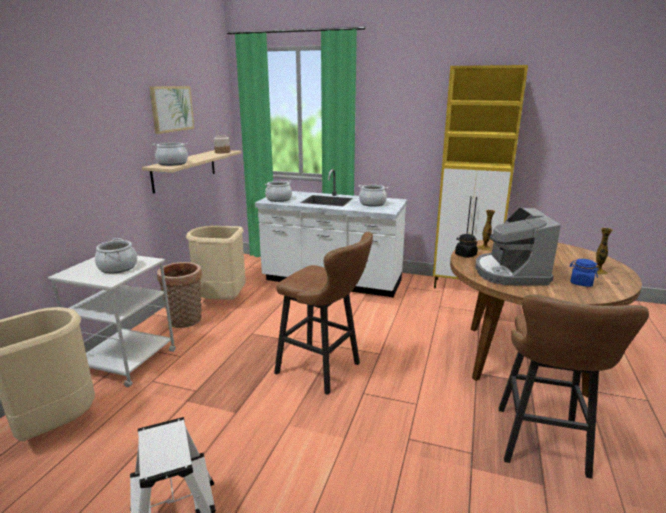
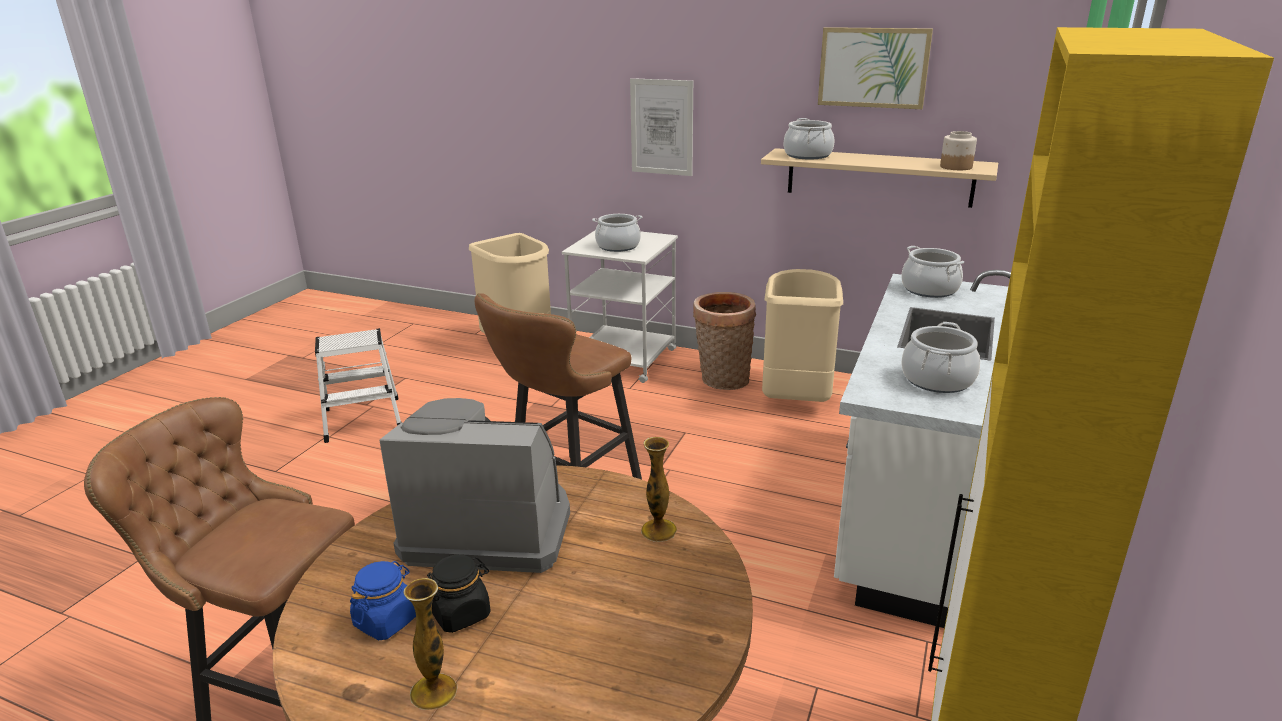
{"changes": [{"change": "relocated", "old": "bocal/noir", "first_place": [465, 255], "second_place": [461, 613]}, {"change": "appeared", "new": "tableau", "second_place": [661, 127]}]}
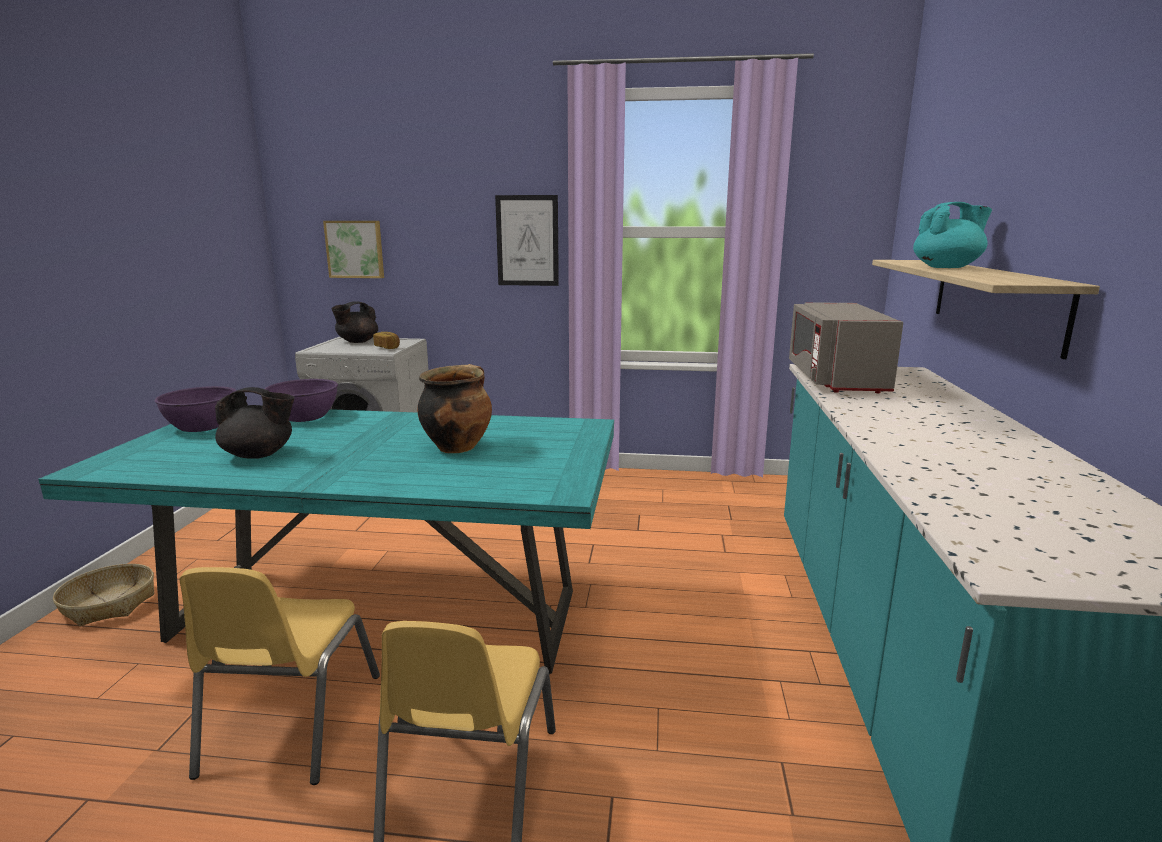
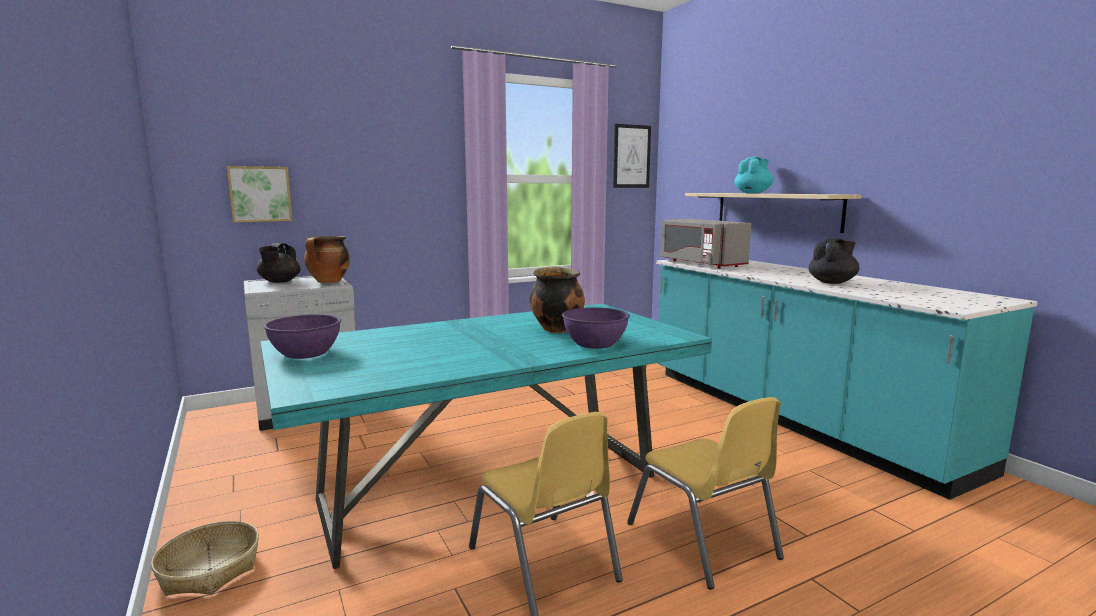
{"changes": [{"change": "relocated", "old": "tableau", "first_place": [527, 241], "second_place": [631, 156]}, {"change": "exchanged", "old": "pain", "new": "marmite", "first_place": [387, 347], "second_place": [328, 282]}, {"change": "relocated", "old": "bol/violet", "first_place": [305, 416], "second_place": [595, 343]}, {"change": "relocated", "old": "théière/noir", "first_place": [259, 455], "second_place": [832, 282]}]}
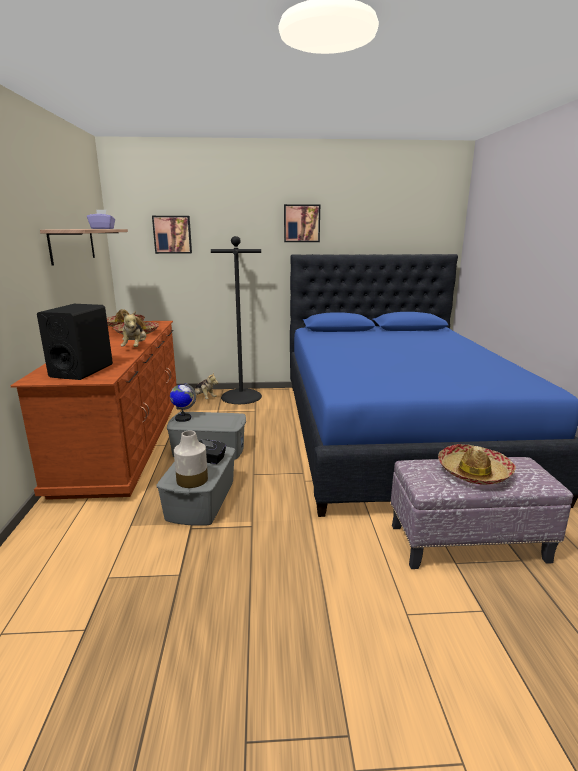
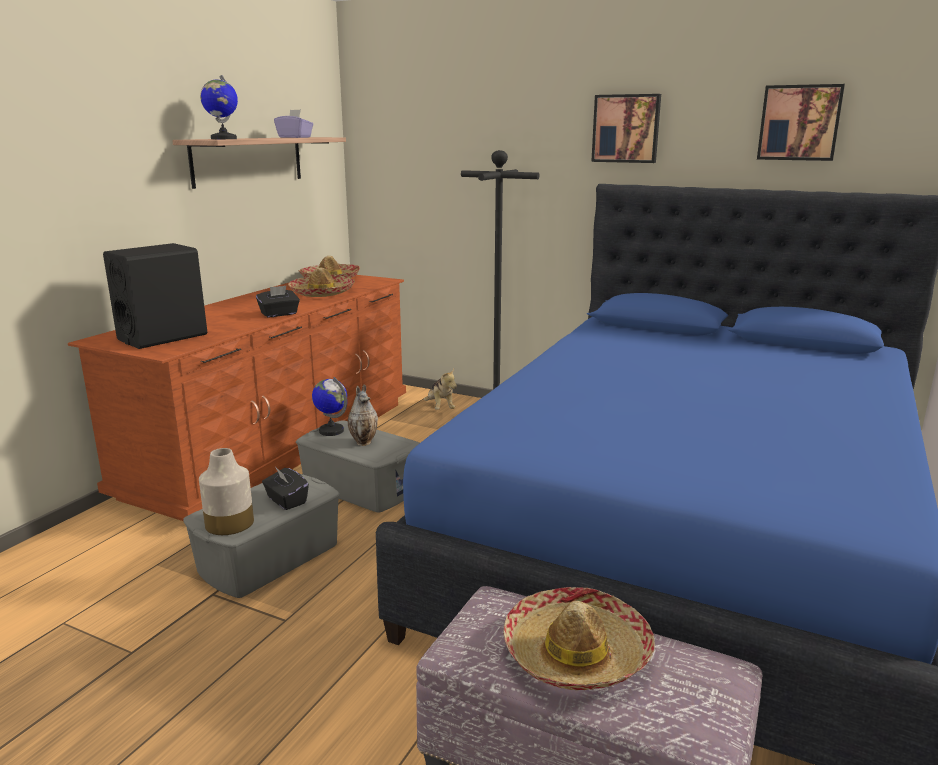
{"changes": [{"change": "relocated", "old": "tableau", "first_place": [172, 234], "second_place": [799, 123]}, {"change": "exchanged", "old": "peluche", "new": "boîte à mouchoirs/noir", "first_place": [135, 347], "second_place": [279, 314]}, {"change": "appeared", "new": "globe", "second_place": [223, 139]}, {"change": "appeared", "new": "vase", "second_place": [364, 442]}]}
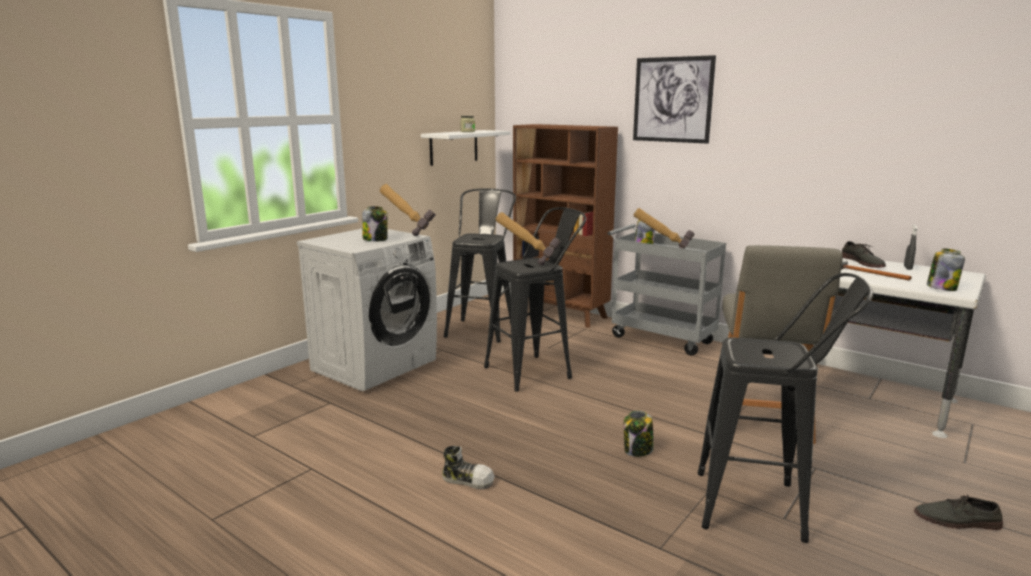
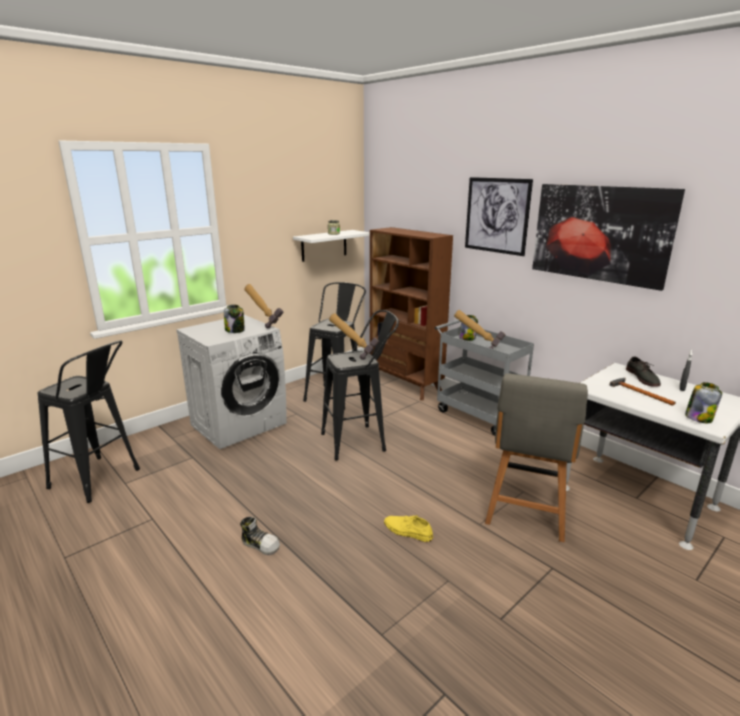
{"changes": [{"change": "relocated", "old": "tabouret/noir", "first_place": [764, 508], "second_place": [101, 481]}, {"change": "exchanged", "old": "bocal", "new": "chaussure/jaune", "first_place": [638, 450], "second_place": [407, 531]}, {"change": "missing", "old": "chaussure/gris", "first_place": [957, 521]}, {"change": "appeared", "new": "tableau", "second_place": [600, 233]}]}
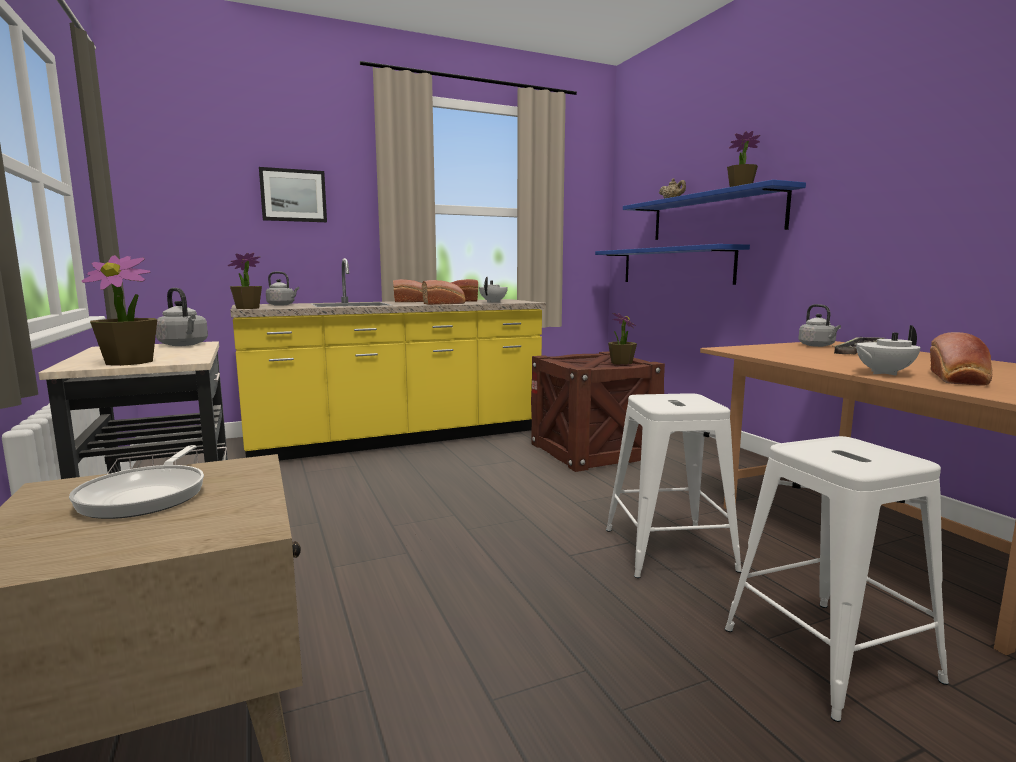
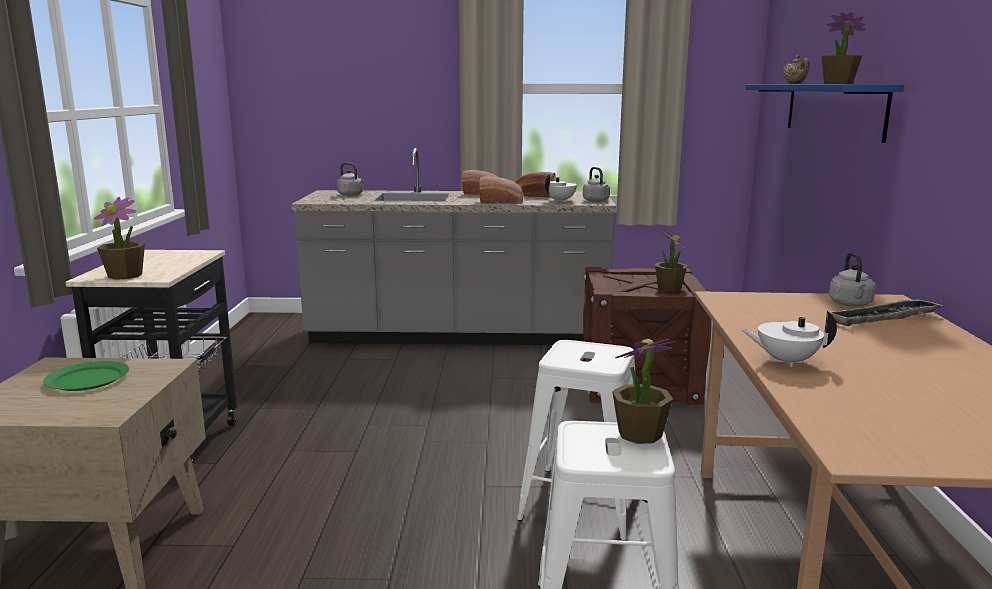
{"changes": [{"change": "missing", "old": "tableau", "first_place": [293, 195]}, {"change": "missing", "old": "étagère/bleu", "first_place": [675, 265]}, {"change": "relocated", "old": "plante en pot", "first_place": [247, 308], "second_place": [639, 434]}, {"change": "colour", "old": "comptoir de cuisine/jaune", "new": "comptoir de cuisine/gris", "first_place": [398, 438], "second_place": [458, 335]}, {"change": "relocated", "old": "bouilloire/gris", "first_place": [184, 345], "second_place": [596, 201]}, {"change": "missing", "old": "pain", "first_place": [958, 379]}, {"change": "exchanged", "old": "poêle", "new": "assiette/vert", "first_place": [147, 495], "second_place": [88, 379]}]}
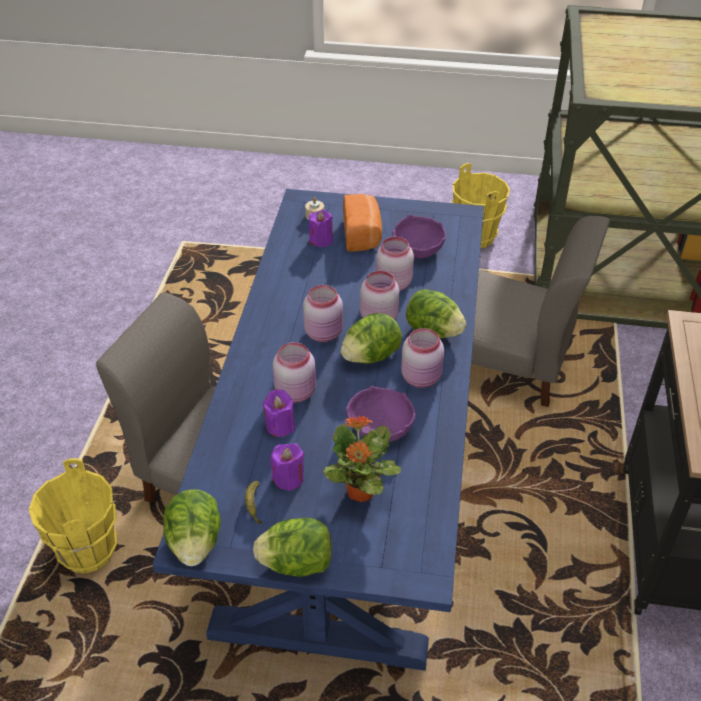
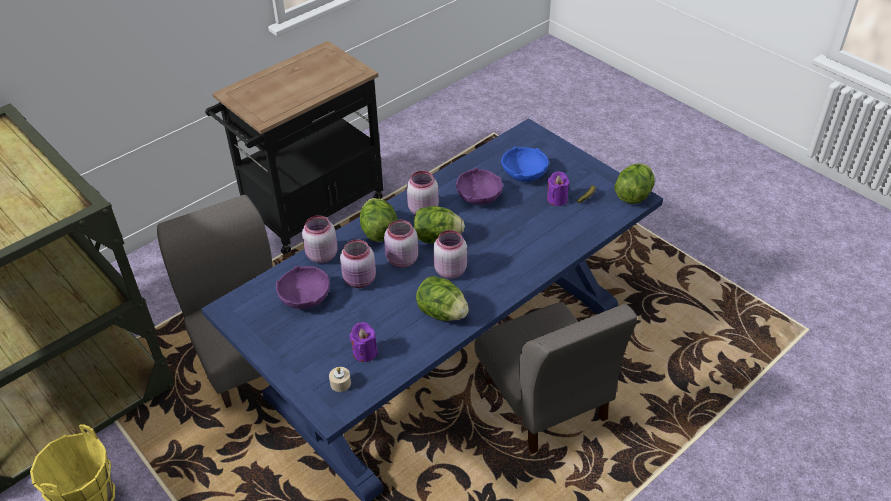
{"changes": [{"change": "missing", "old": "pain", "first_place": [362, 235]}, {"change": "relocated", "old": "bocal/rose", "first_place": [296, 391], "second_place": [321, 255]}, {"change": "missing", "old": "bougie/violet", "first_place": [280, 426]}, {"change": "exchanged", "old": "plante en pot", "new": "bol/bleu", "first_place": [360, 492], "second_place": [524, 174]}, {"change": "missing", "old": "seau/jaune", "first_place": [87, 551]}, {"change": "relocated", "old": "laitue", "first_place": [297, 563], "second_place": [442, 313]}]}
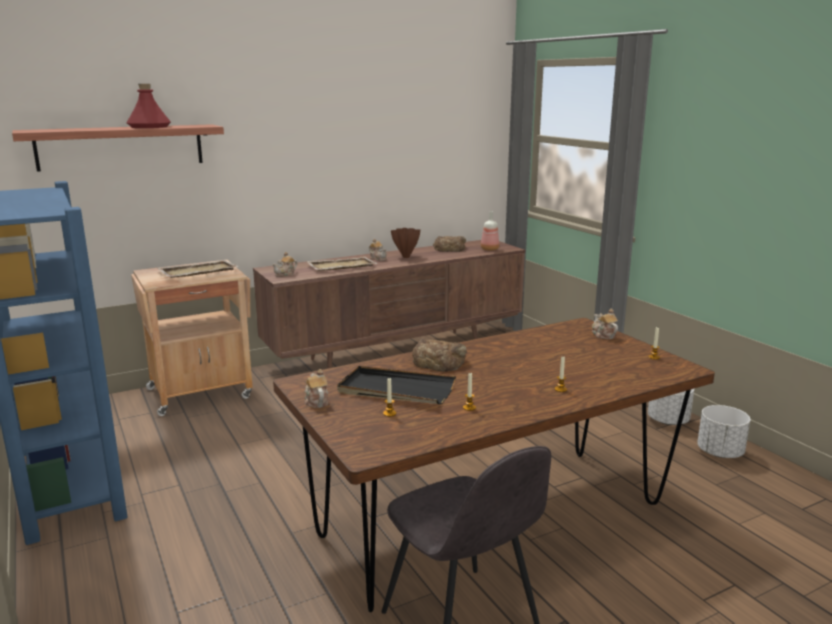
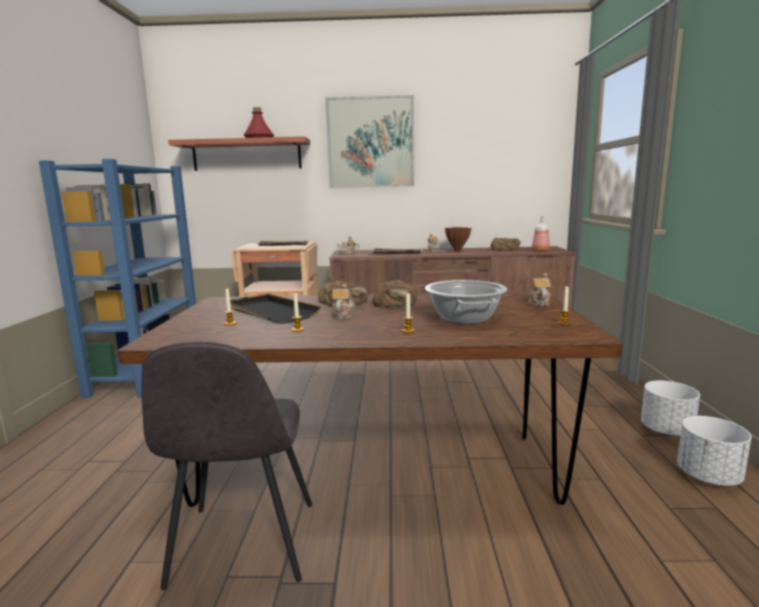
{"changes": [{"change": "relocated", "old": "théière", "first_place": [316, 401], "second_place": [343, 315]}, {"change": "appeared", "new": "tableau", "second_place": [370, 143]}, {"change": "appeared", "new": "pain", "second_place": [396, 302]}, {"change": "appeared", "new": "marmite", "second_place": [464, 318]}]}
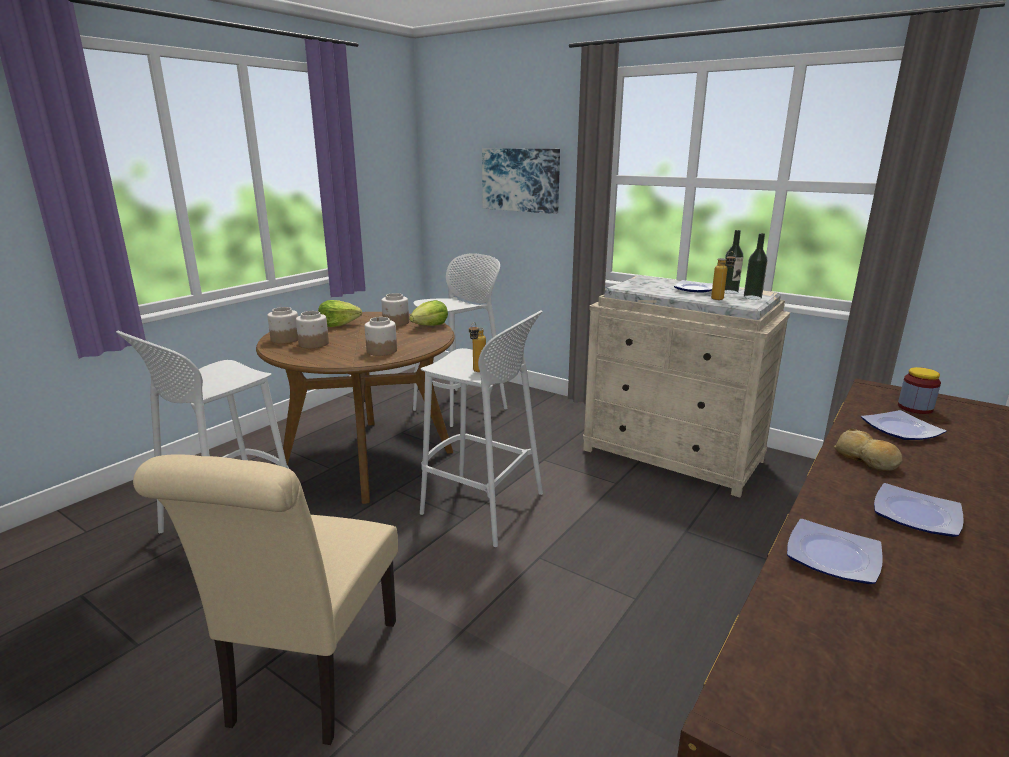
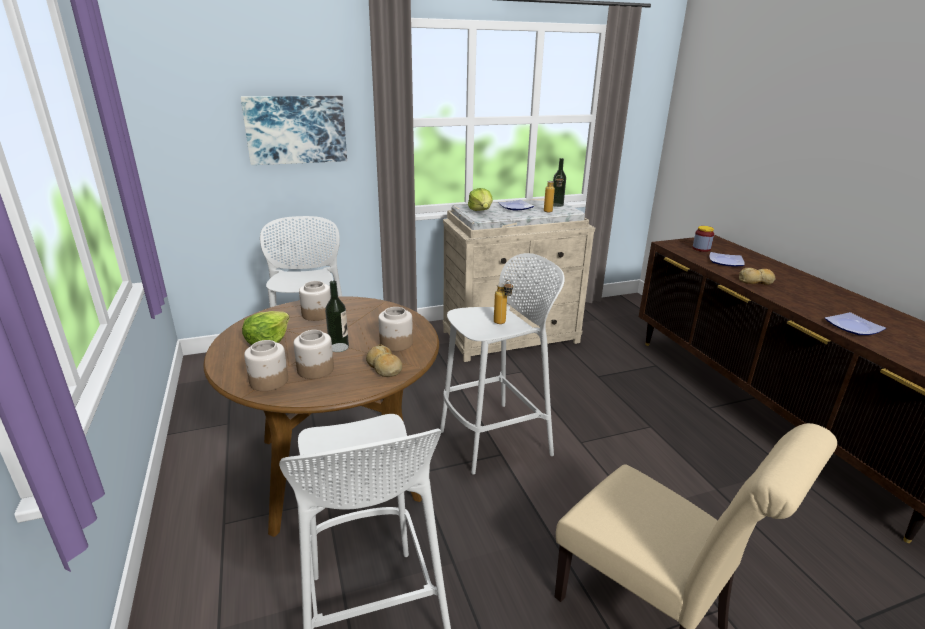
{"changes": [{"change": "relocated", "old": "bouteille", "first_place": [729, 292], "second_place": [339, 347]}, {"change": "relocated", "old": "laitue", "first_place": [430, 326], "second_place": [481, 210]}, {"change": "missing", "old": "assiette", "first_place": [914, 514]}, {"change": "appeared", "new": "pain", "second_place": [384, 367]}]}
